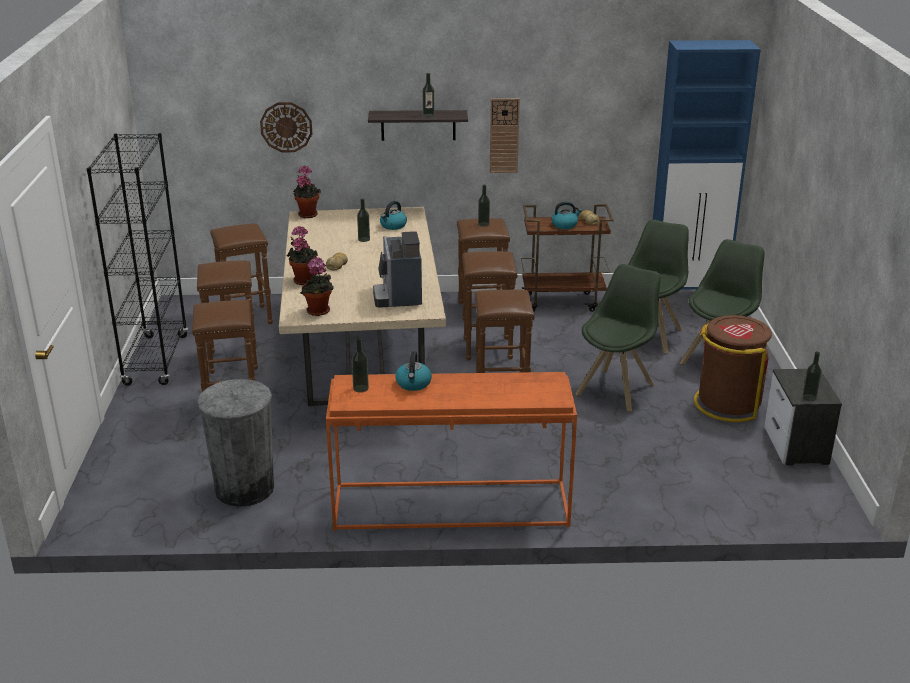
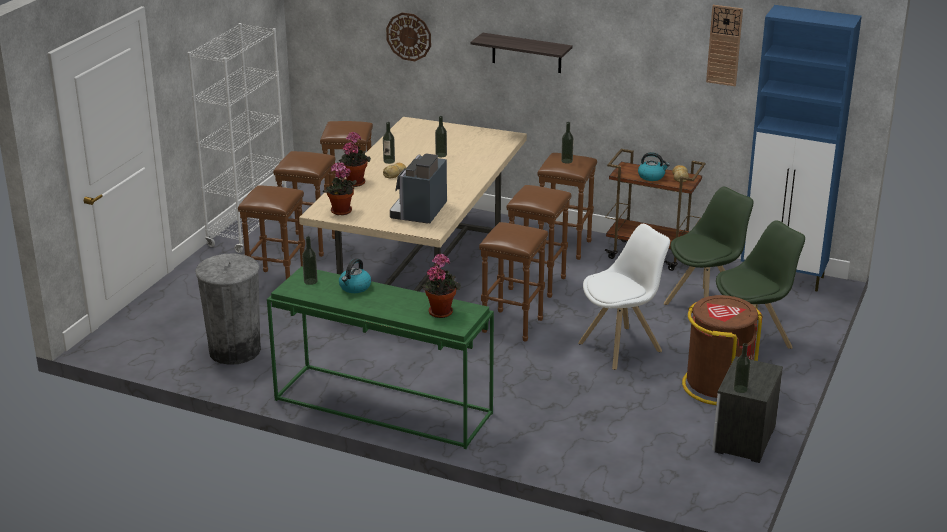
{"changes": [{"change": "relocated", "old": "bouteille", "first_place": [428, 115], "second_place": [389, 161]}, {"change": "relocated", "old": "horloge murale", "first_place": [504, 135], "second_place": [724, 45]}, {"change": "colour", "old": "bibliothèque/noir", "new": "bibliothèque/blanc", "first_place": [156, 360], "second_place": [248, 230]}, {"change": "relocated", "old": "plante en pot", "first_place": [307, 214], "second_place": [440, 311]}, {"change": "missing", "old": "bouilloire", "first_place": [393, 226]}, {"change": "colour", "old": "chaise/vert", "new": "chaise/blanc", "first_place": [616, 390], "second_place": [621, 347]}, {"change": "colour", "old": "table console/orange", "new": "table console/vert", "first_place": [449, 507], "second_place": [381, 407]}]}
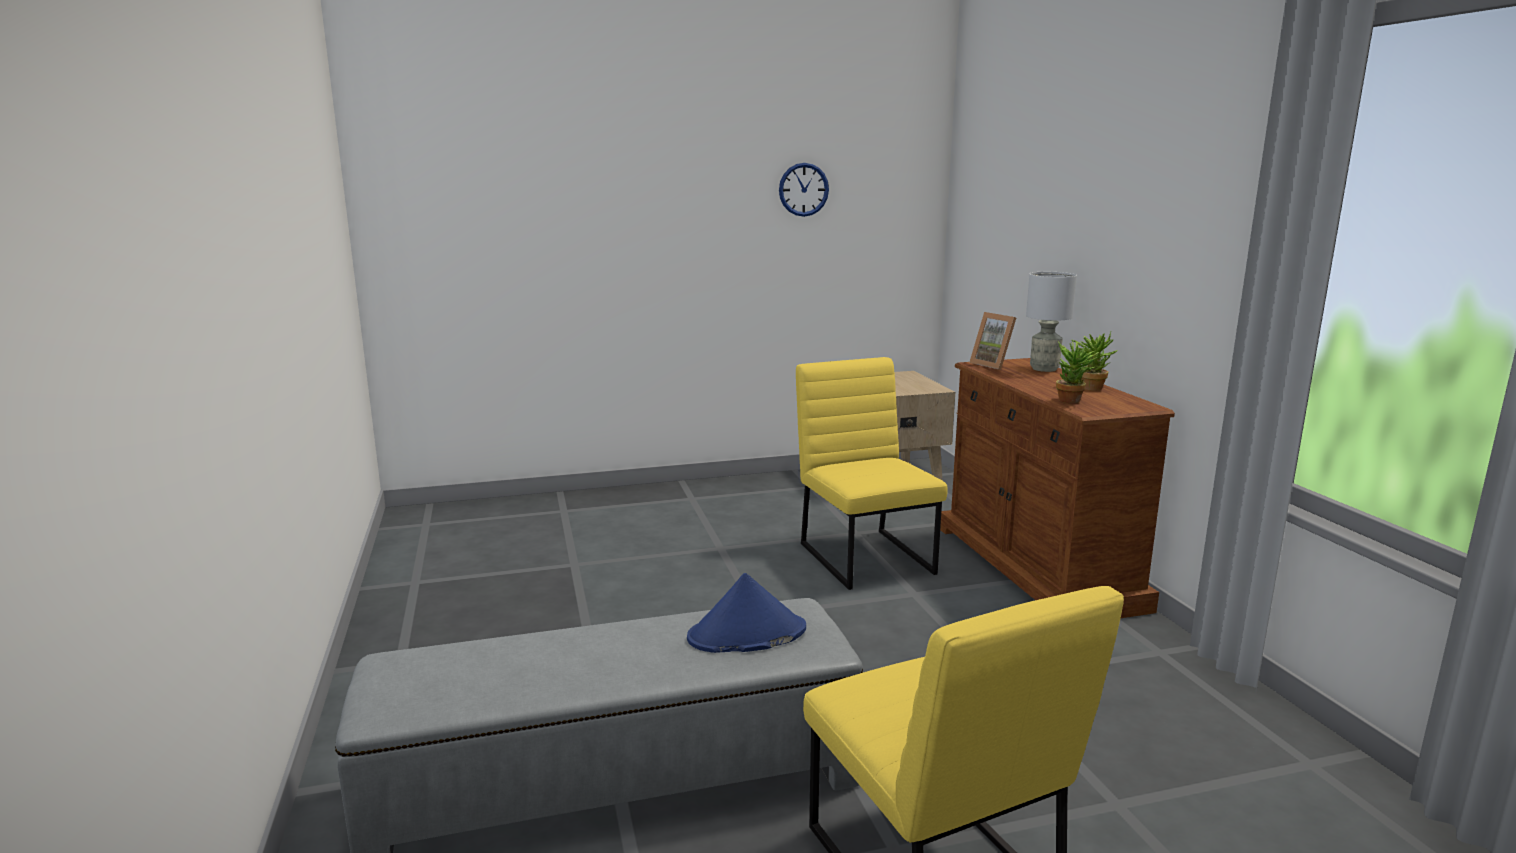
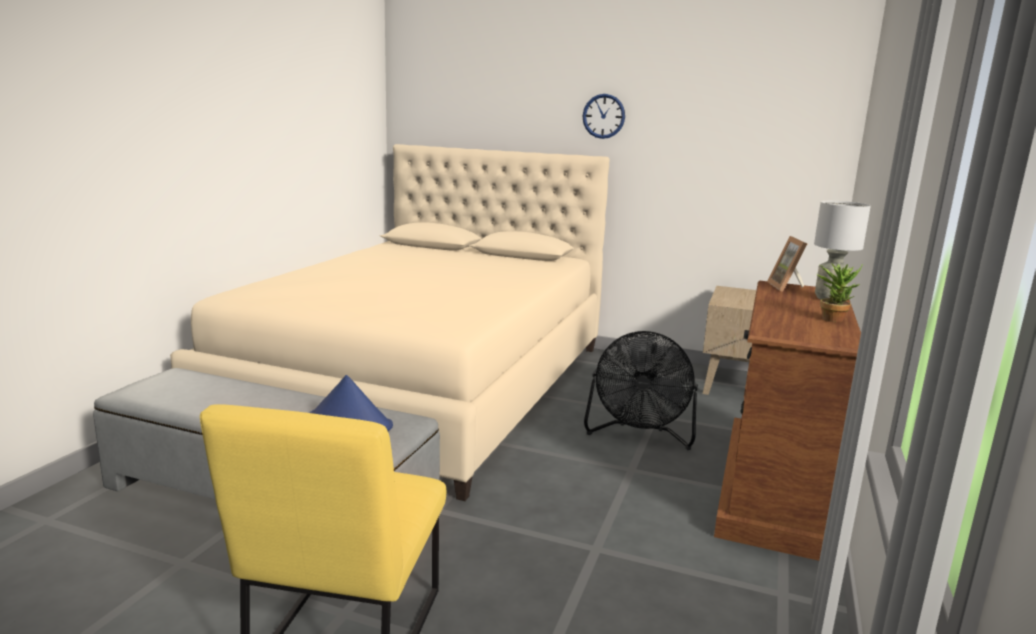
{"changes": [{"change": "relocated", "old": "horloge murale", "first_place": [803, 189], "second_place": [603, 116]}, {"change": "missing", "old": "plante en pot", "first_place": [1073, 401]}, {"change": "exchanged", "old": "chaise/jaune", "new": "ventilateur/noir", "first_place": [865, 556], "second_place": [636, 432]}, {"change": "appeared", "new": "lit/beige", "second_place": [425, 385]}]}
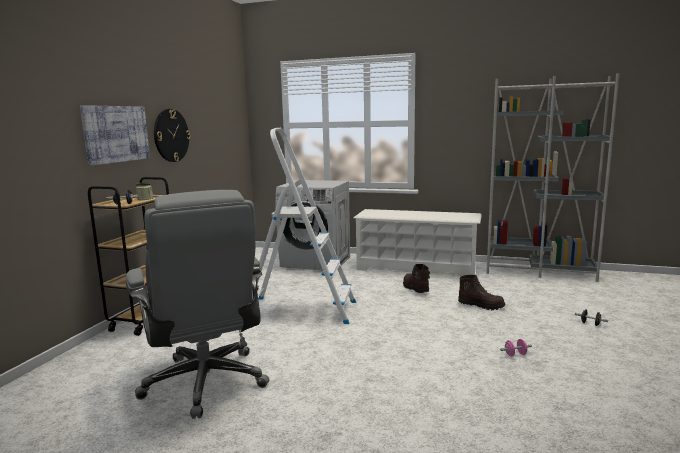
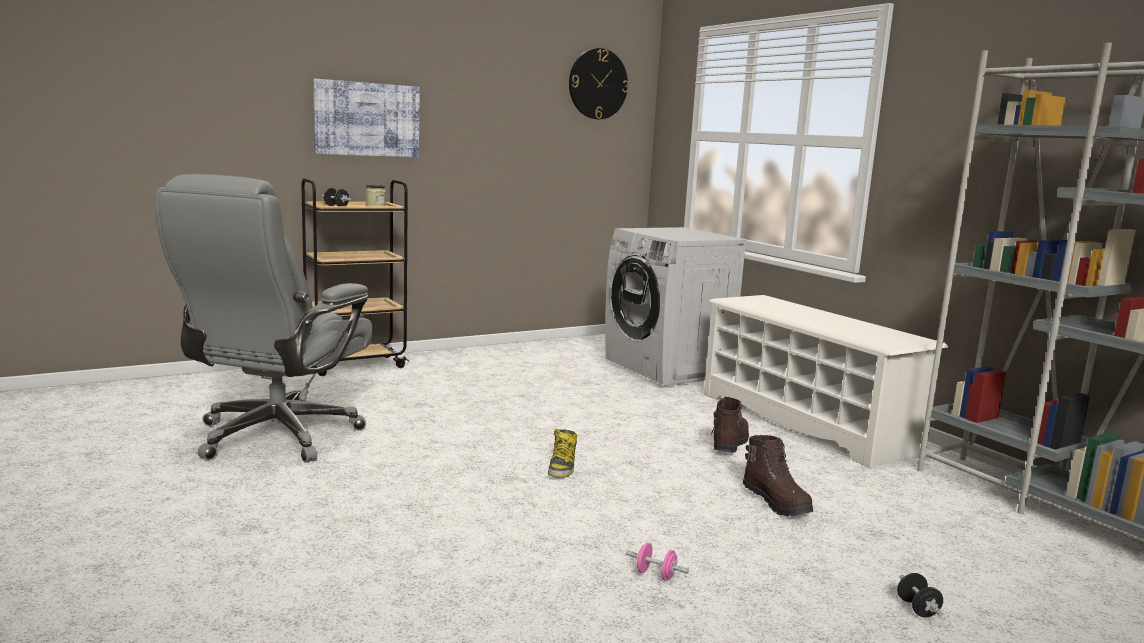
{"changes": [{"change": "relocated", "old": "horloge murale", "first_place": [171, 135], "second_place": [598, 84]}, {"change": "missing", "old": "escabeau/blanc", "first_place": [301, 310]}, {"change": "appeared", "new": "botte", "second_place": [562, 467]}]}
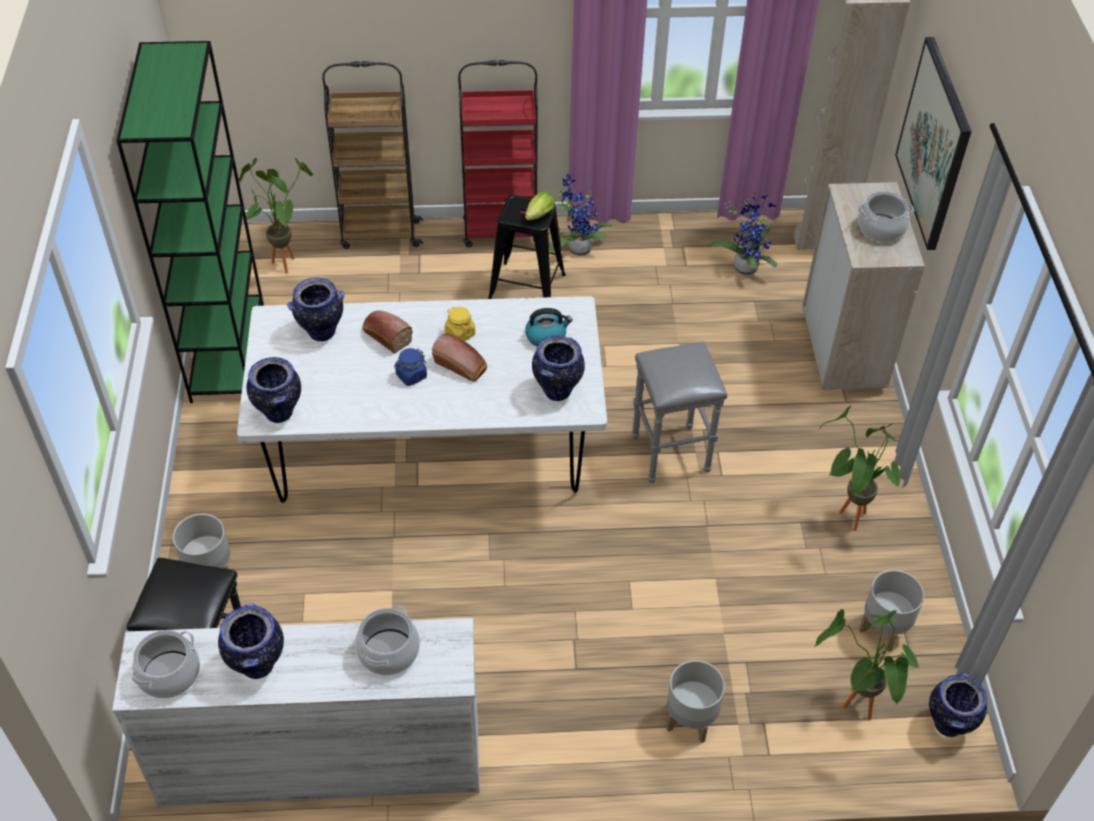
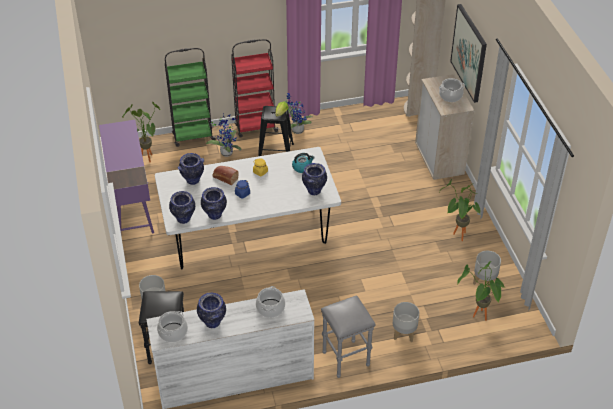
{"changes": [{"change": "exchanged", "old": "bibliothèque/vert", "new": "bureau/violet", "first_place": [227, 351], "second_place": [131, 204]}, {"change": "colour", "old": "chariot/marron", "new": "chariot/vert", "first_place": [380, 235], "second_place": [193, 137]}, {"change": "relocated", "old": "plante en pot", "first_place": [745, 266], "second_place": [227, 152]}, {"change": "missing", "old": "pain", "first_place": [461, 366]}, {"change": "relocated", "old": "tabouret/gris", "first_place": [672, 454], "second_place": [347, 359]}, {"change": "relocated", "old": "vase", "first_place": [948, 725], "second_place": [215, 215]}]}
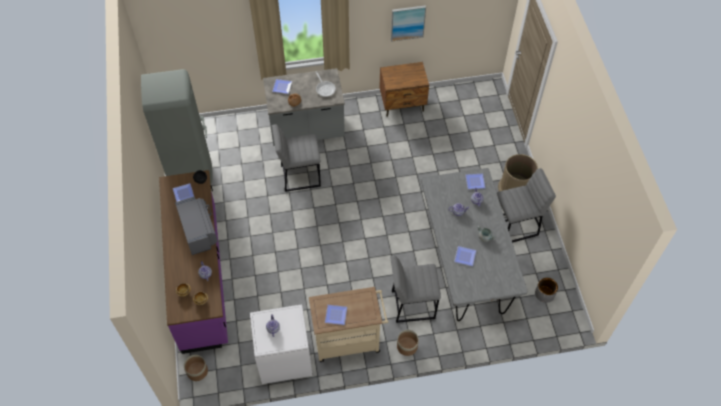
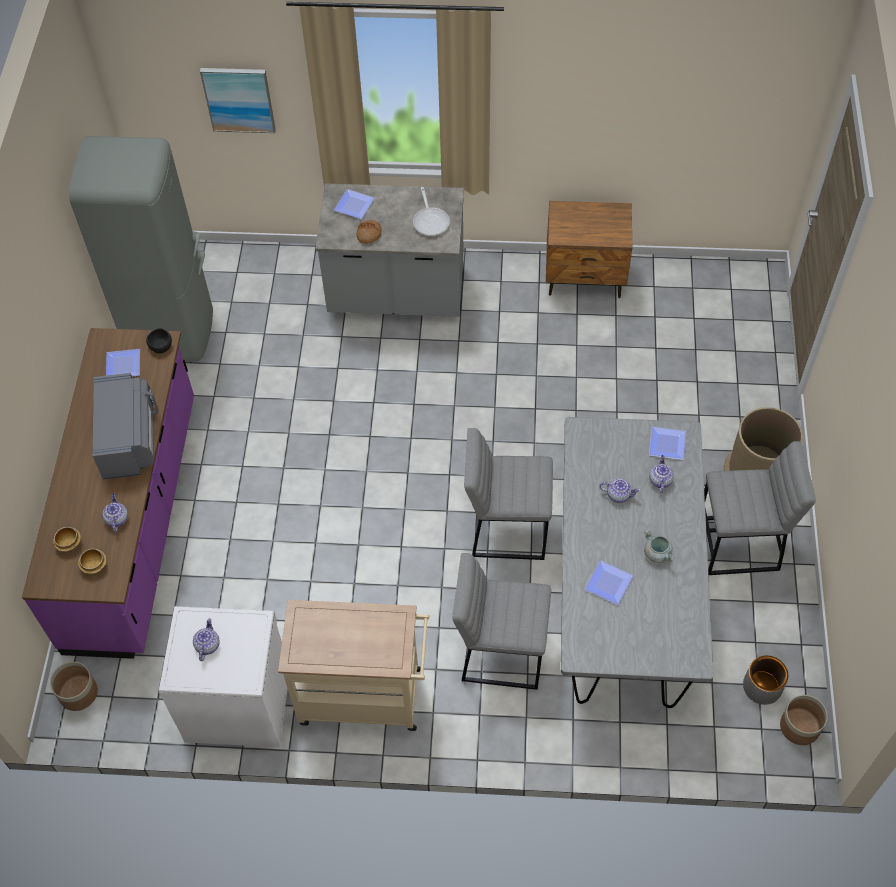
{"changes": [{"change": "relocated", "old": "tableau", "first_place": [407, 22], "second_place": [239, 99]}, {"change": "relocated", "old": "chaise/gris", "first_place": [299, 176], "second_place": [506, 530]}, {"change": "missing", "old": "assiette", "first_place": [336, 314]}, {"change": "relocated", "old": "cache-pot", "first_place": [407, 346], "second_place": [799, 726]}]}
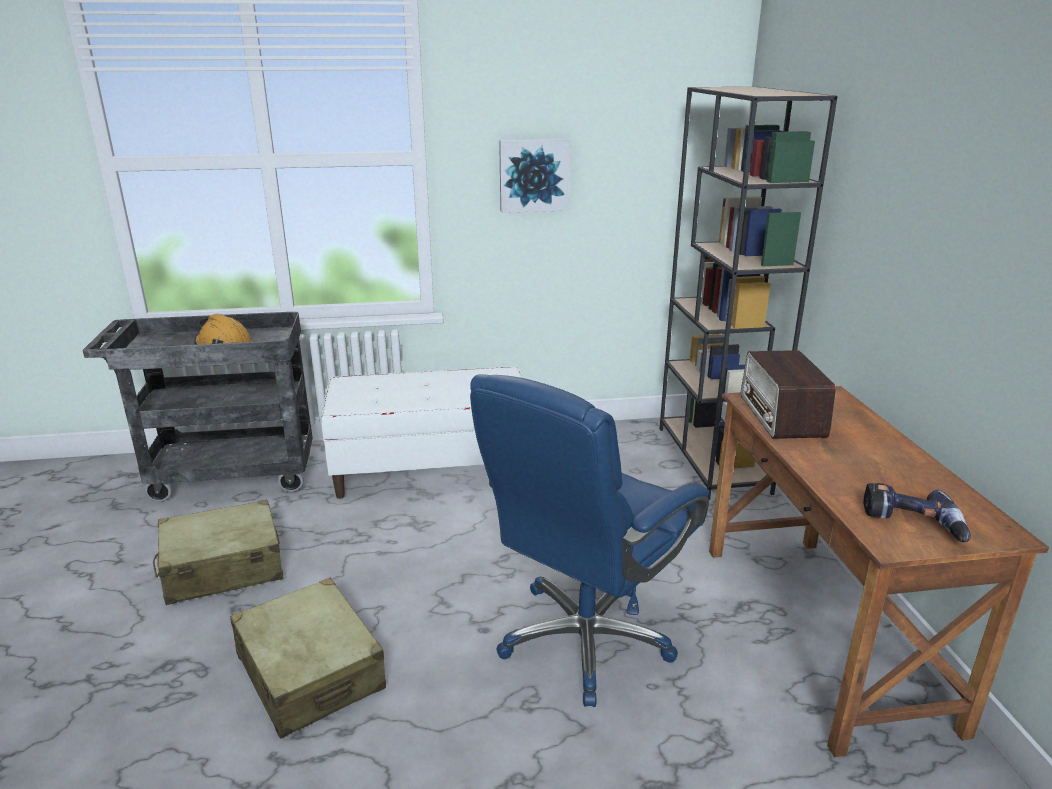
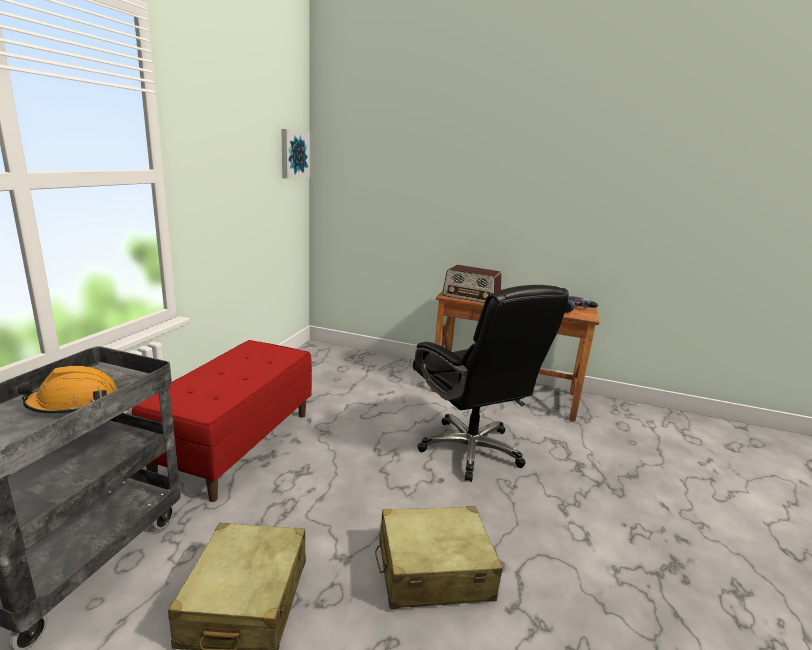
{"changes": [{"change": "missing", "old": "bibliothèque", "first_place": [713, 460]}, {"change": "relocated", "old": "tableau", "first_place": [534, 175], "second_place": [293, 154]}, {"change": "colour", "old": "banc/blanc", "new": "banc/rouge", "first_place": [432, 470], "second_place": [236, 444]}, {"change": "colour", "old": "chaise de bureau/bleu", "new": "chaise de bureau/noir", "first_place": [587, 635], "second_place": [469, 448]}]}
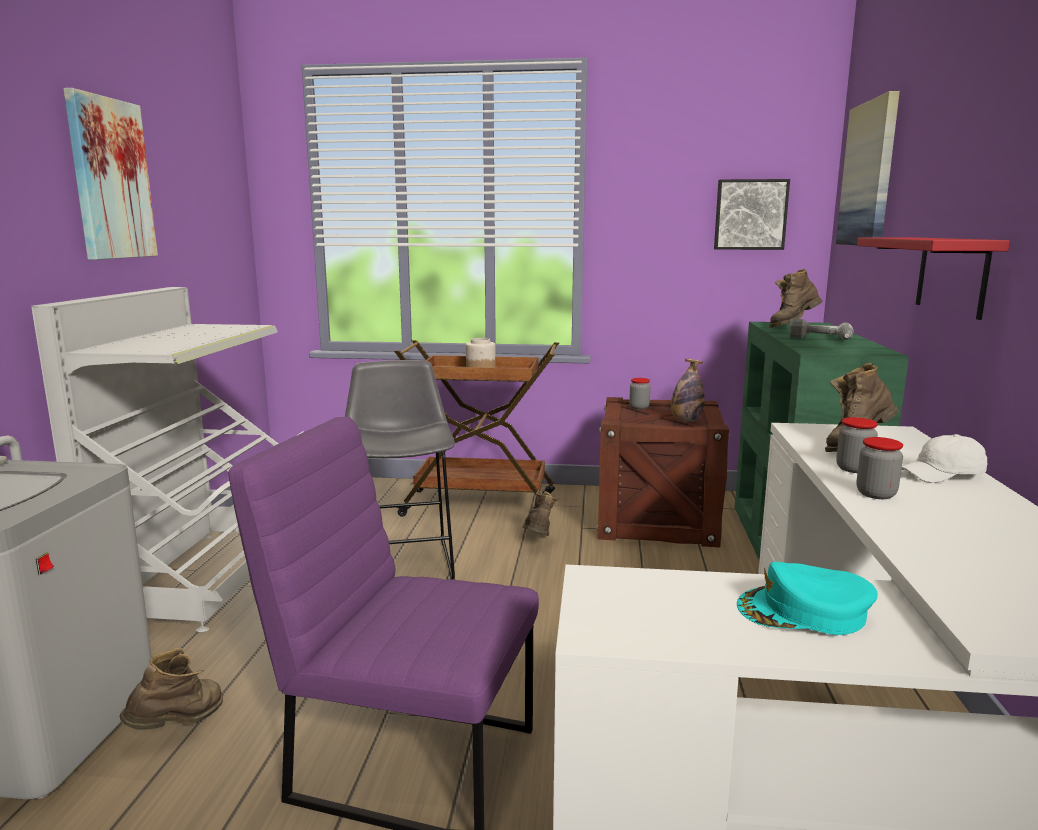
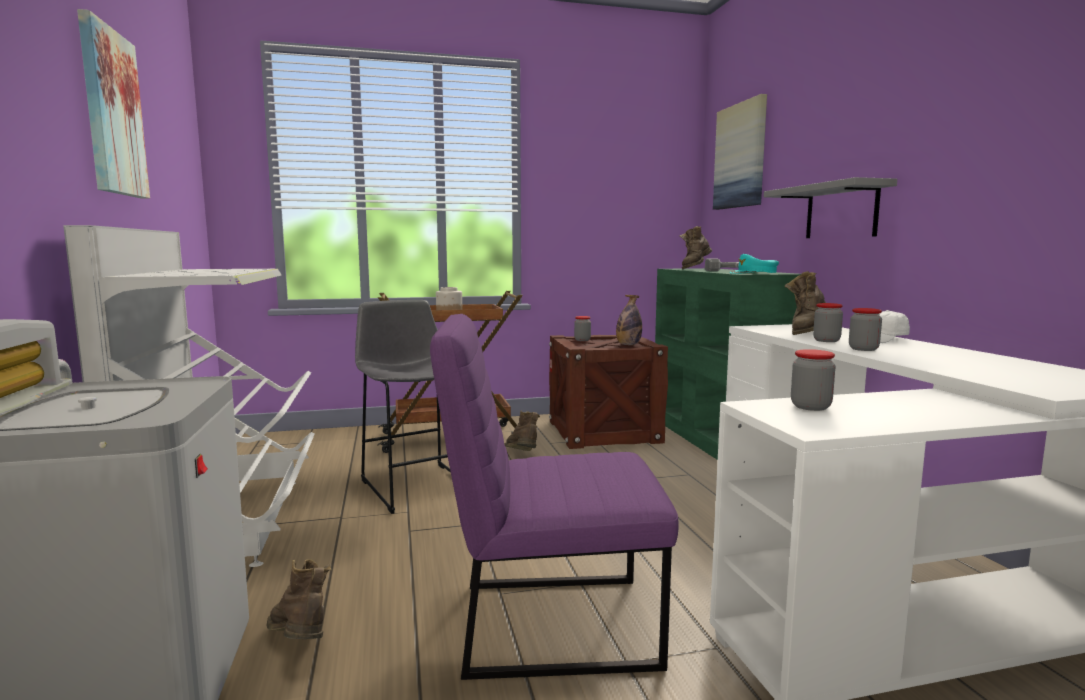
{"changes": [{"change": "missing", "old": "tableau", "first_place": [750, 214]}, {"change": "colour", "old": "étagère/rouge", "new": "étagère/gris", "first_place": [952, 275], "second_place": [841, 211]}, {"change": "relocated", "old": "casquette/turquoise", "first_place": [804, 612], "second_place": [754, 273]}, {"change": "spun", "old": "botte/marron", "first_place": [179, 726], "second_place": [301, 645], "degrees": -45}, {"change": "appeared", "new": "bocal", "second_place": [810, 407]}]}
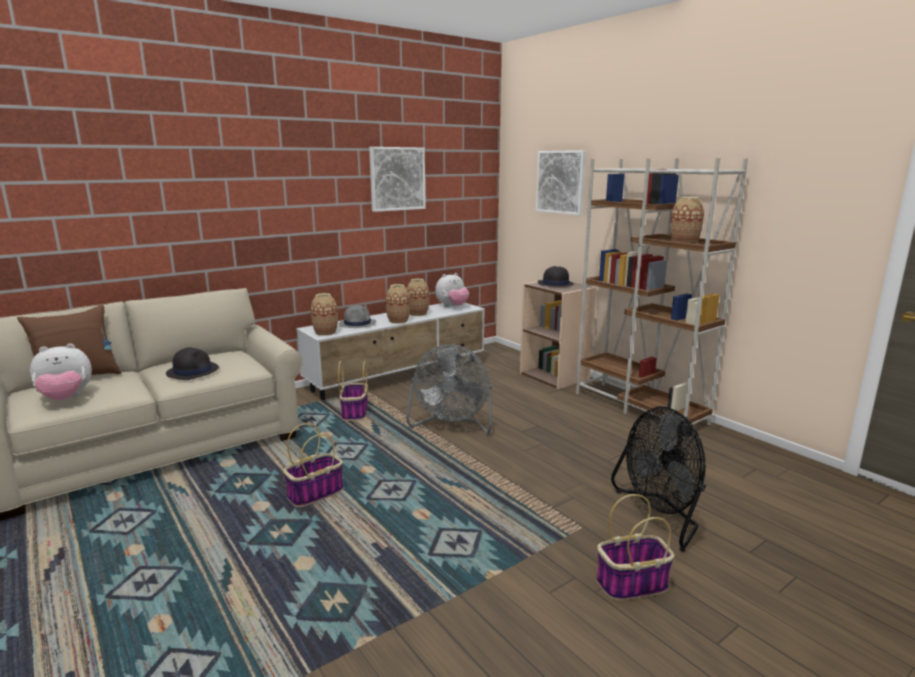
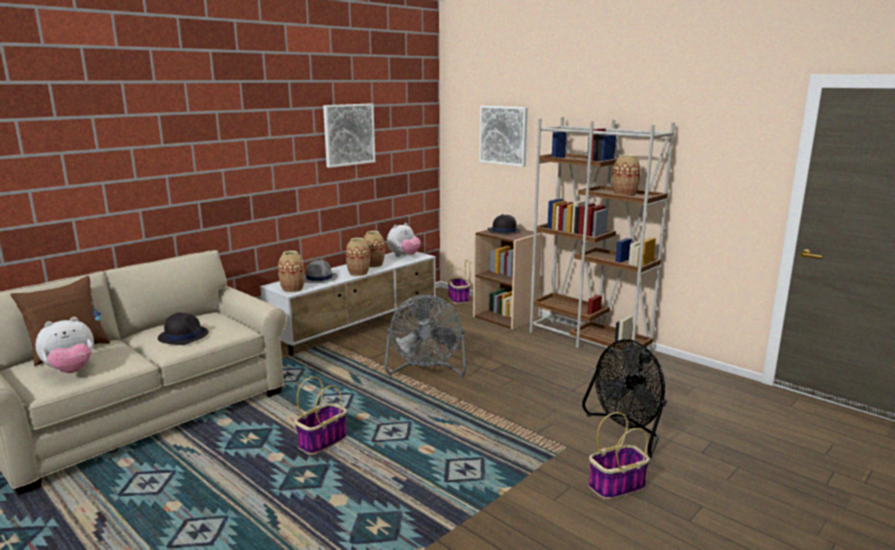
{"changes": [{"change": "relocated", "old": "panier", "first_place": [354, 412], "second_place": [459, 299]}]}
